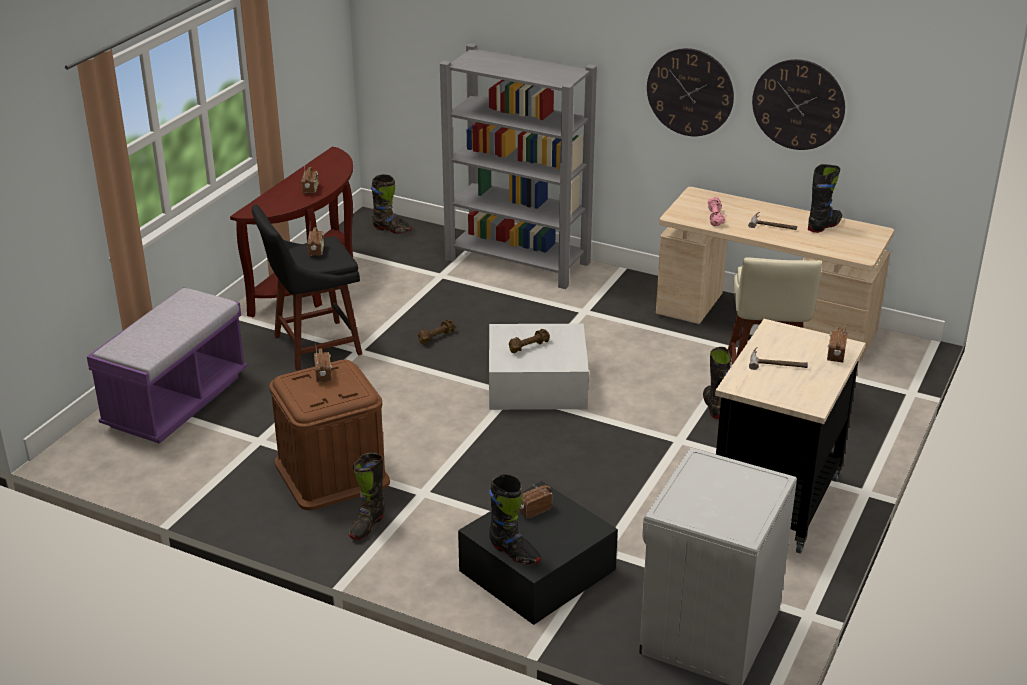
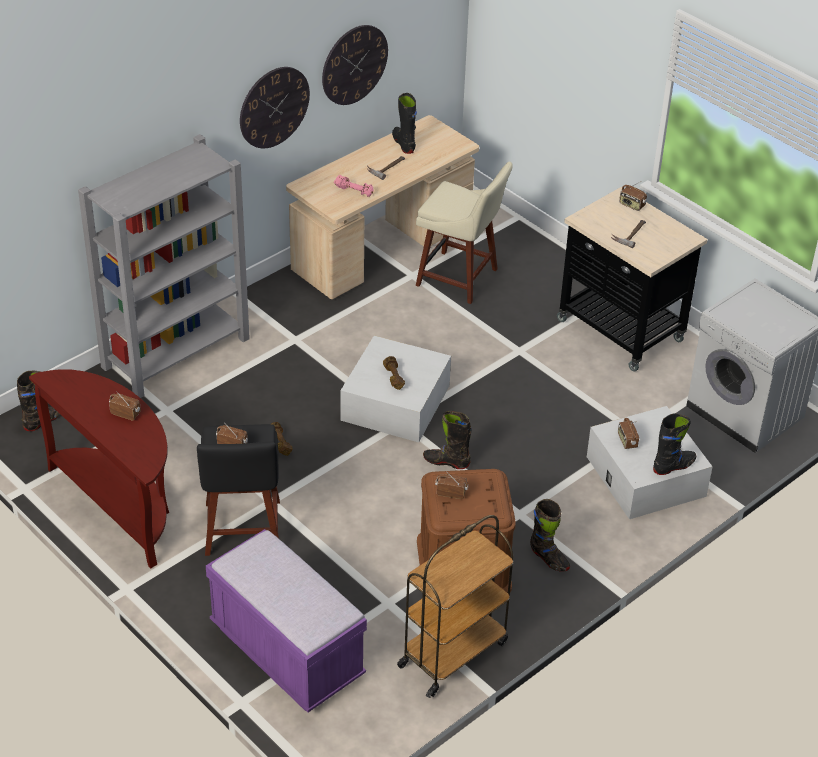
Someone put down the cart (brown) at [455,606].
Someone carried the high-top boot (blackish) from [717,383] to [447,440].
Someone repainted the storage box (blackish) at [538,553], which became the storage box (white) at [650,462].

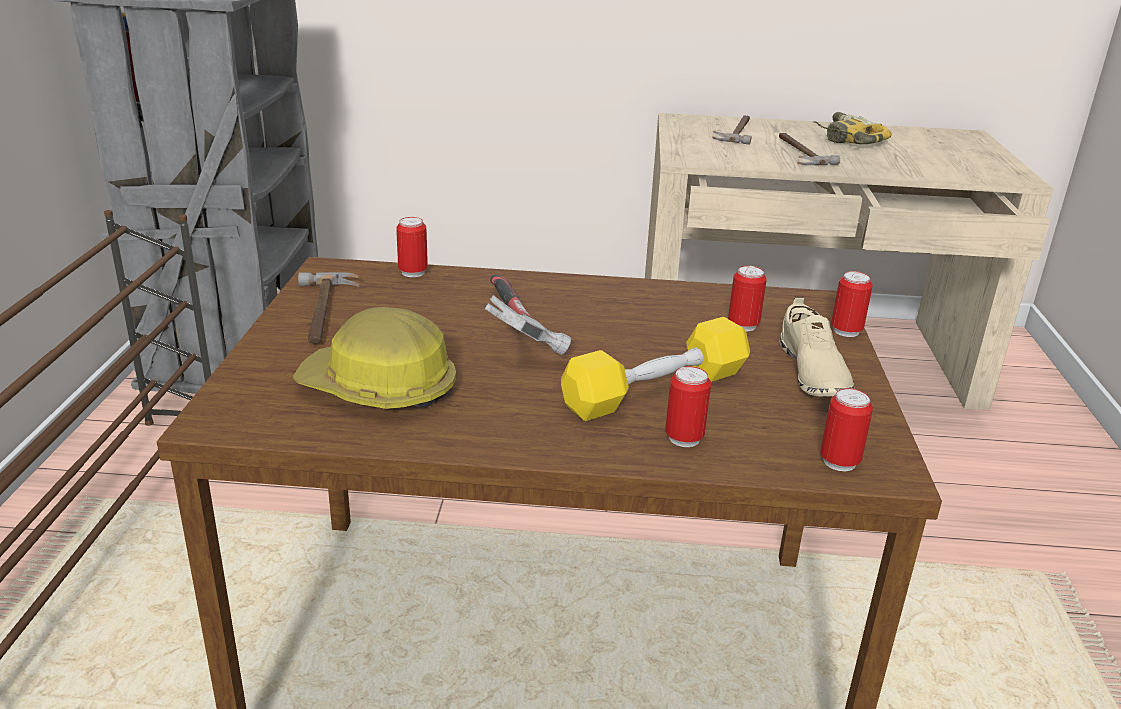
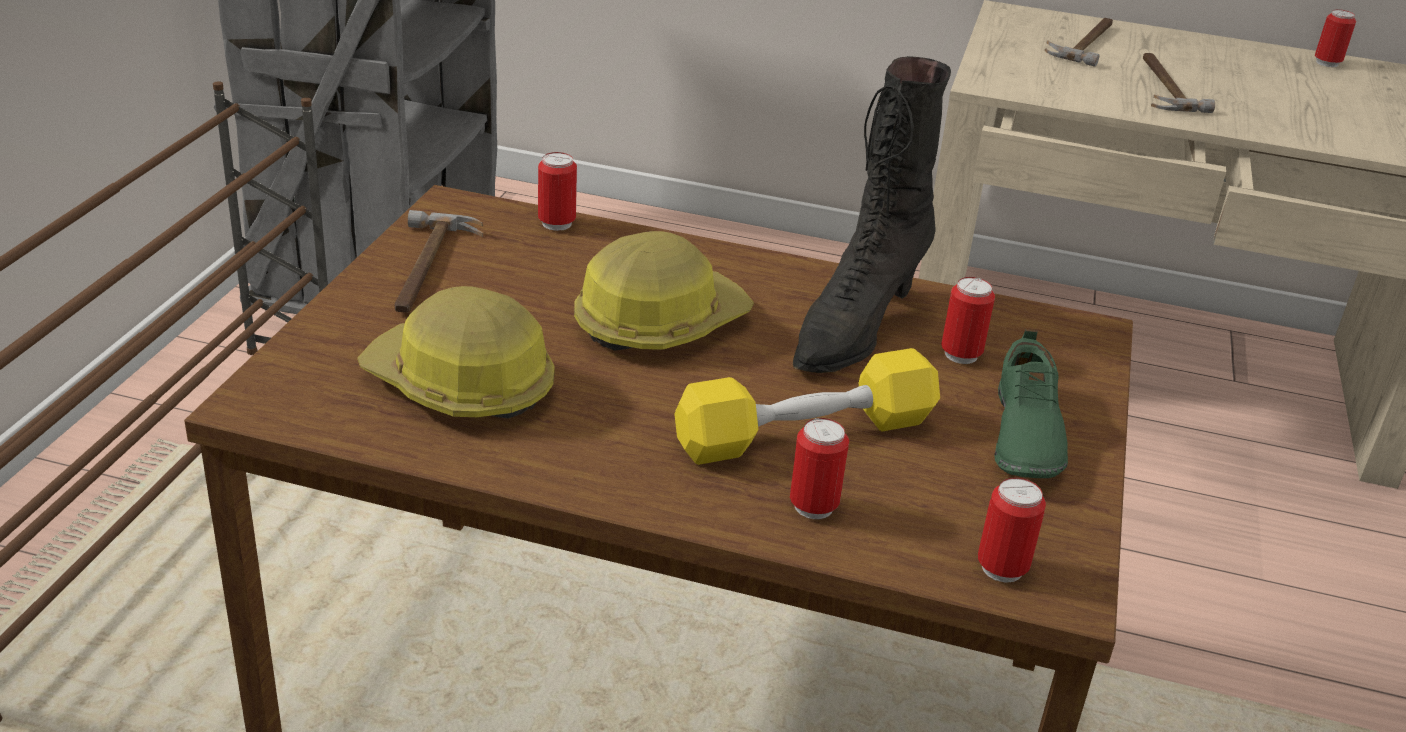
Someone took away the drill at [852,128].
Someone put down the high-top boot (blackish) at [872,214].
Someone carried the sealed can from [852,304] to [1335,38].
Someone swapped the hammer at [528,314] for the safety helmet at [664,291].
Someone repainted the shoe (beige-coloured) at [817,346], which became the shoe (green-coloured) at [1031,403].

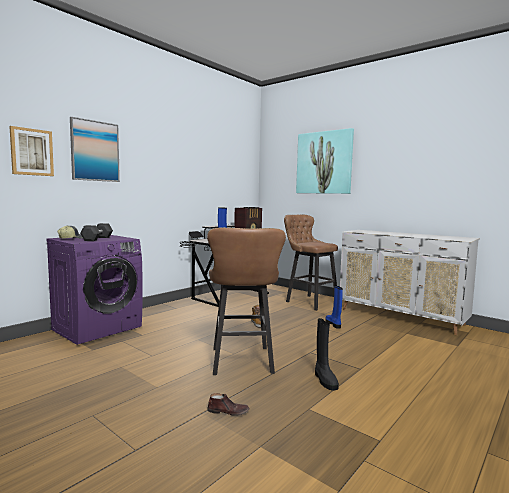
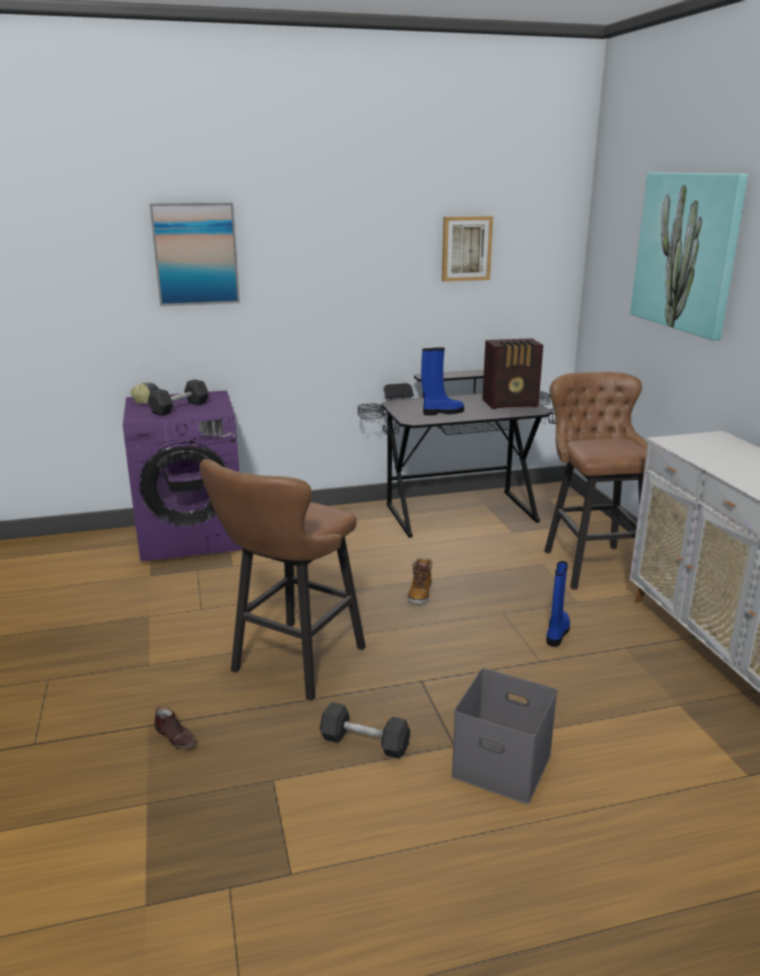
Someone put down the storage box (grey) at [504,736].
Someone carried the wall picture from [31,151] to [467,249].
Someone swapped the high-top boot (blackish) at [327,354] for the hand weight (grey) at [365,730].

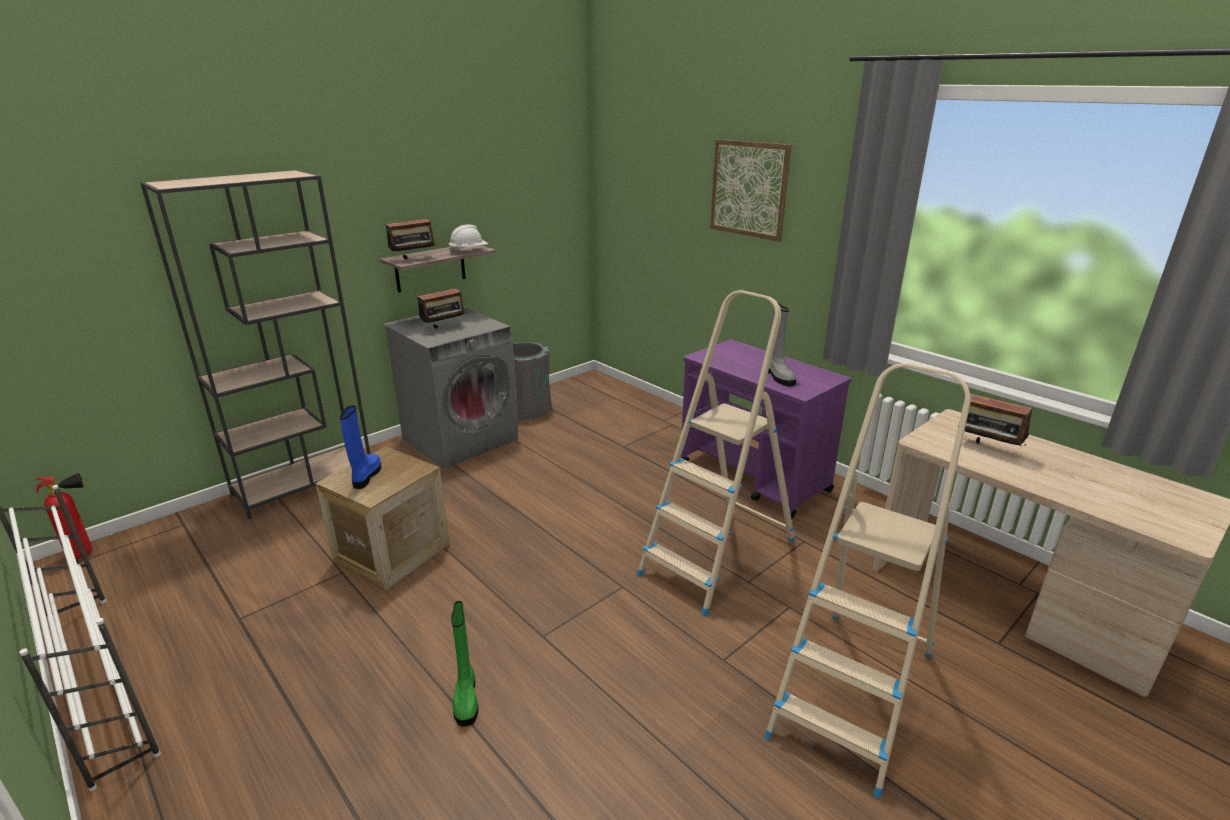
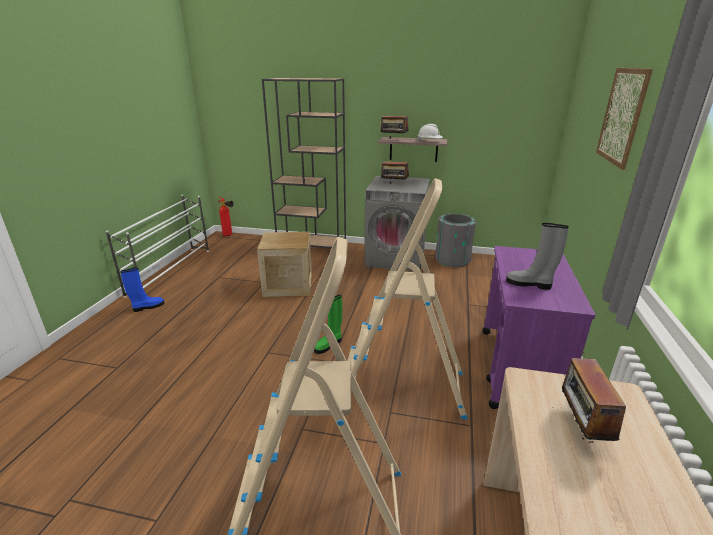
Someone carried the high-top boot (blue-coloured) from [360,447] to [142,289].
Someone carried the high-top boot (green-coloured) from [464,664] to [328,324].
Someone rotated the high-top boot (grey) at [782,344] by 75 degrees clockwise.

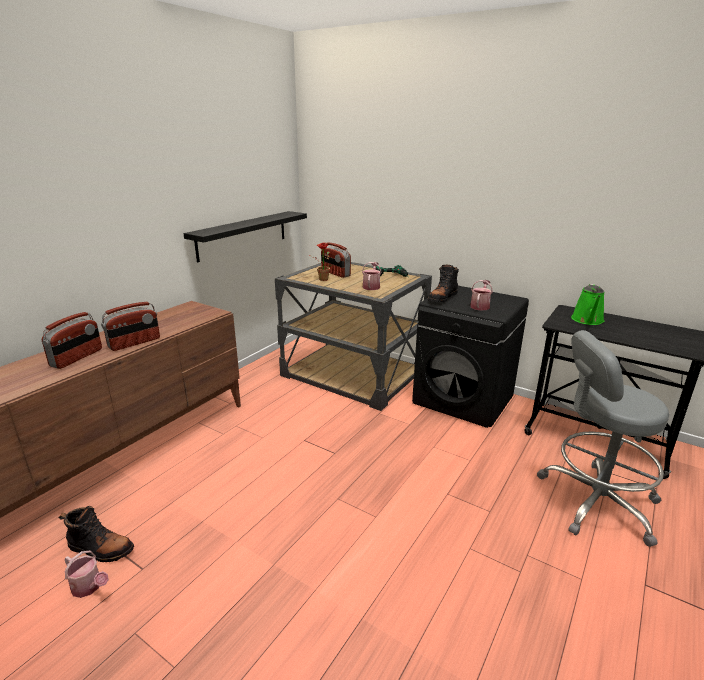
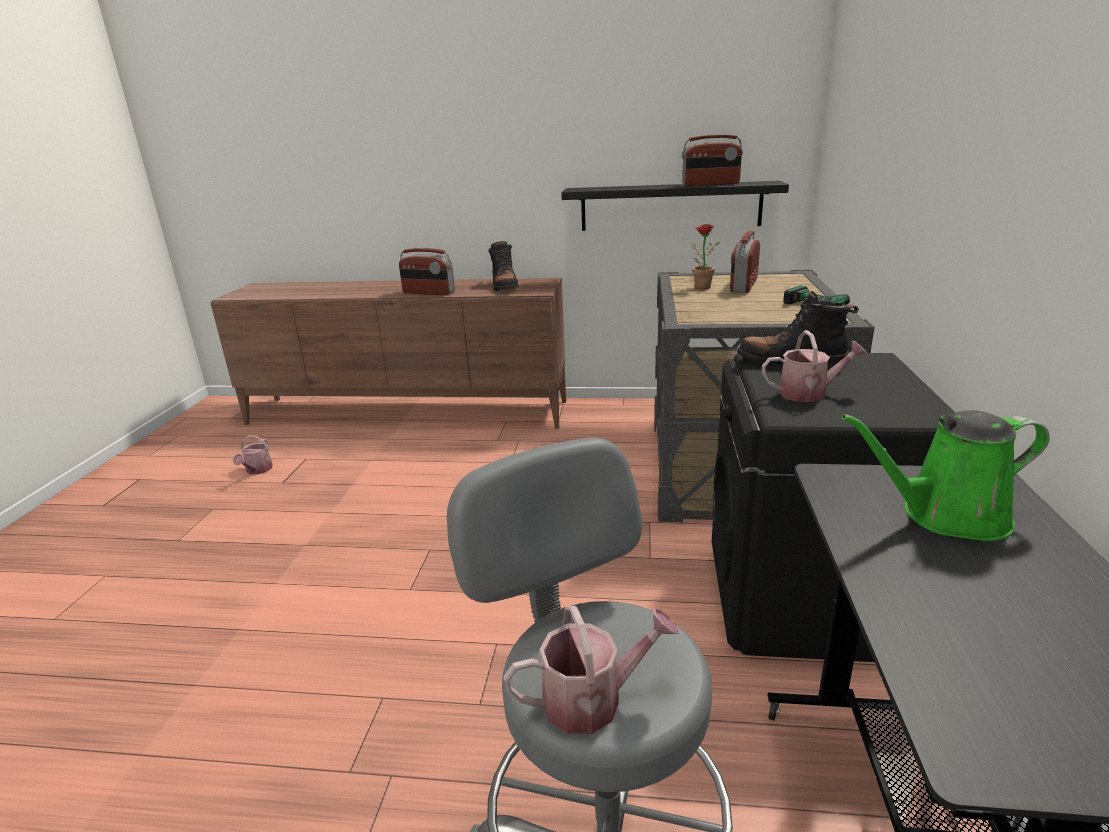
Someone carried the radio receiver from [72,340] to [712,160].
Someone carried the high-top boot (blackish) from [96,534] to [503,266].
Someone carried the watering can from [372,276] to [591,670].

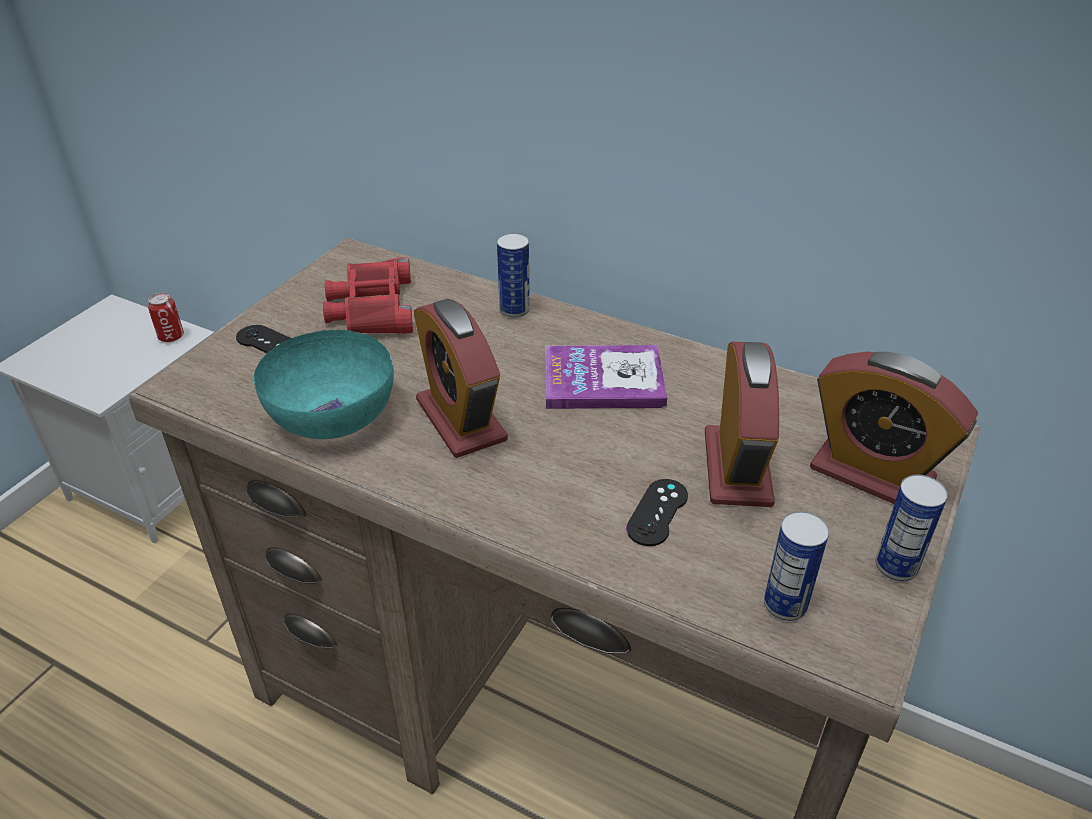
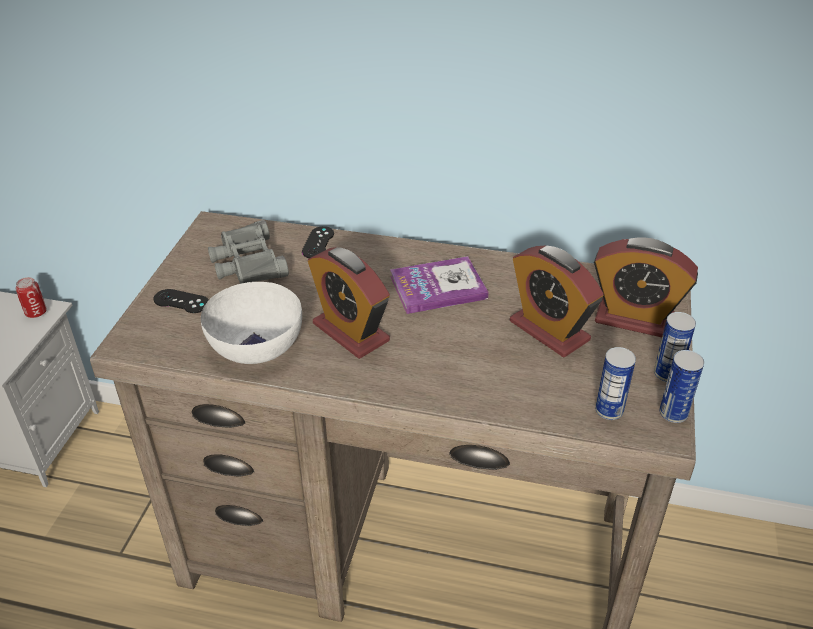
Someone carried the sealed can from [513,275] to [682,386].
Someone carried the game controller (blackish) from [657,512] to [318,242].
Someone repainted the deep dish (turquoise-coloured) at [324,384], which became the deep dish (white) at [251,323].
Someone repainted the pair of binoculars (red-coloured) at [368,295], which became the pair of binoculars (grey) at [248,252].
Someone rotated the bedside clock at [742,424] by 150 degrees clockwise.

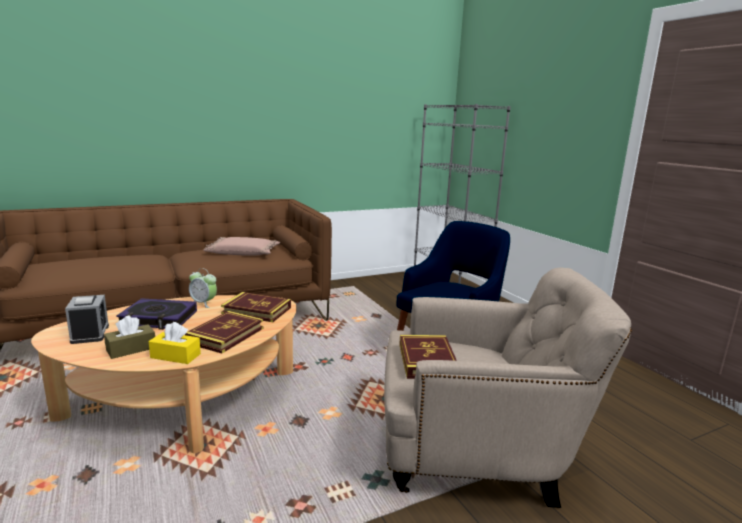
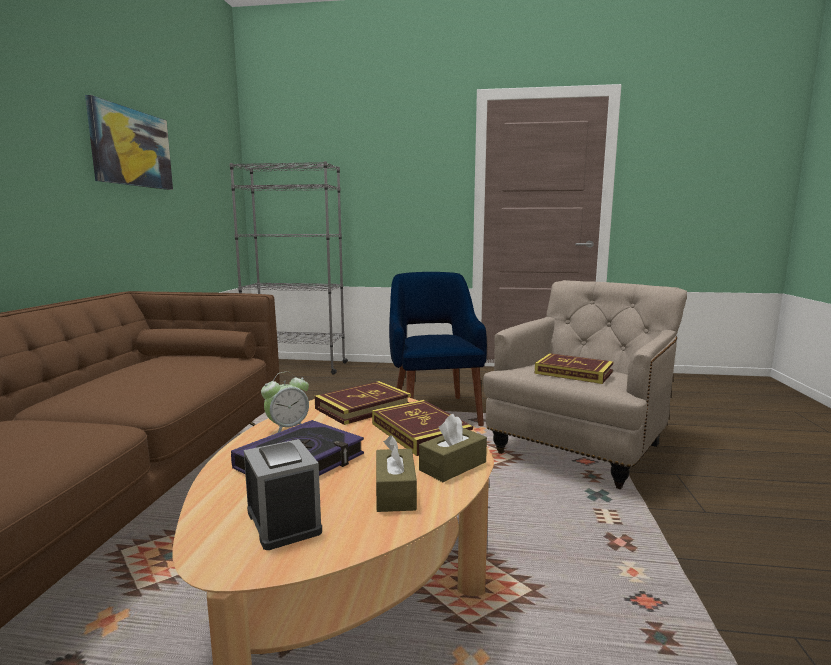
Someone took away the pillow (beige-coloured) at [242,246].
Someone put up the wall picture at [129,142].
Someone repainted the box of tissues (yellow-coloured) at [175,343], which became the box of tissues (brown) at [453,448].
Someone rotated the bedside clock at [87,319] by 45 degrees clockwise.

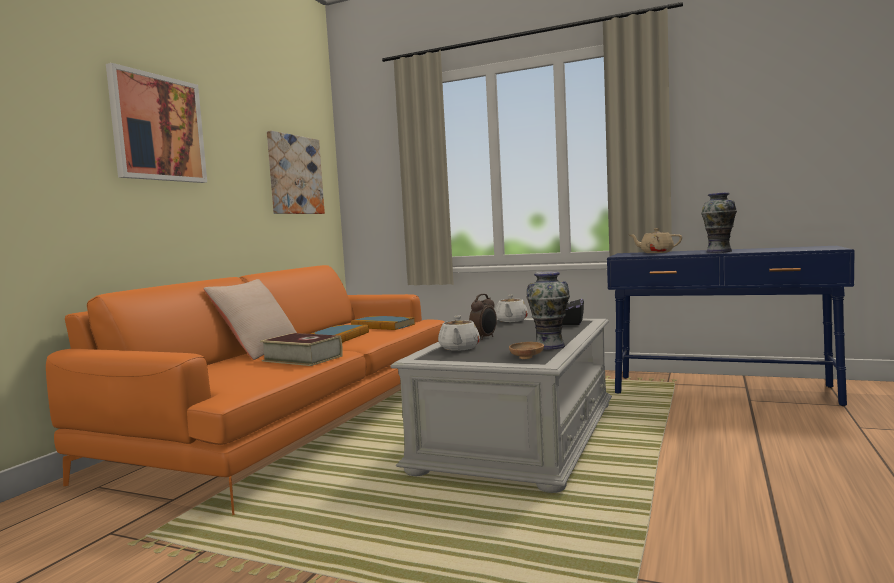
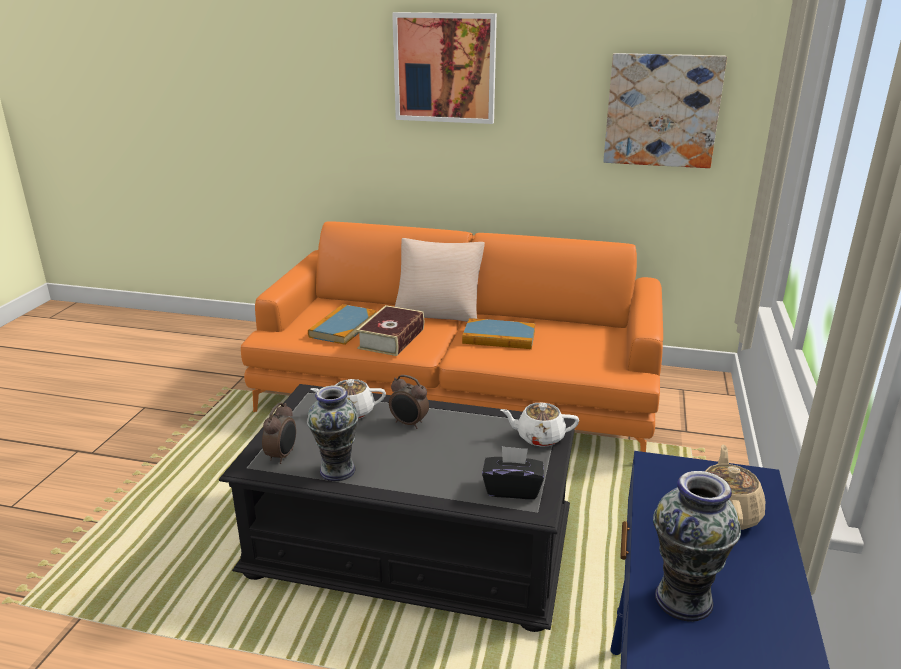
Someone carried the book from [383,323] to [342,324].
Someone swapped the deep dish (brown) at [526,350] for the bedside clock at [279,433].
Someone repainted the coffee table (white) at [501,405], which became the coffee table (blackish) at [397,508].

